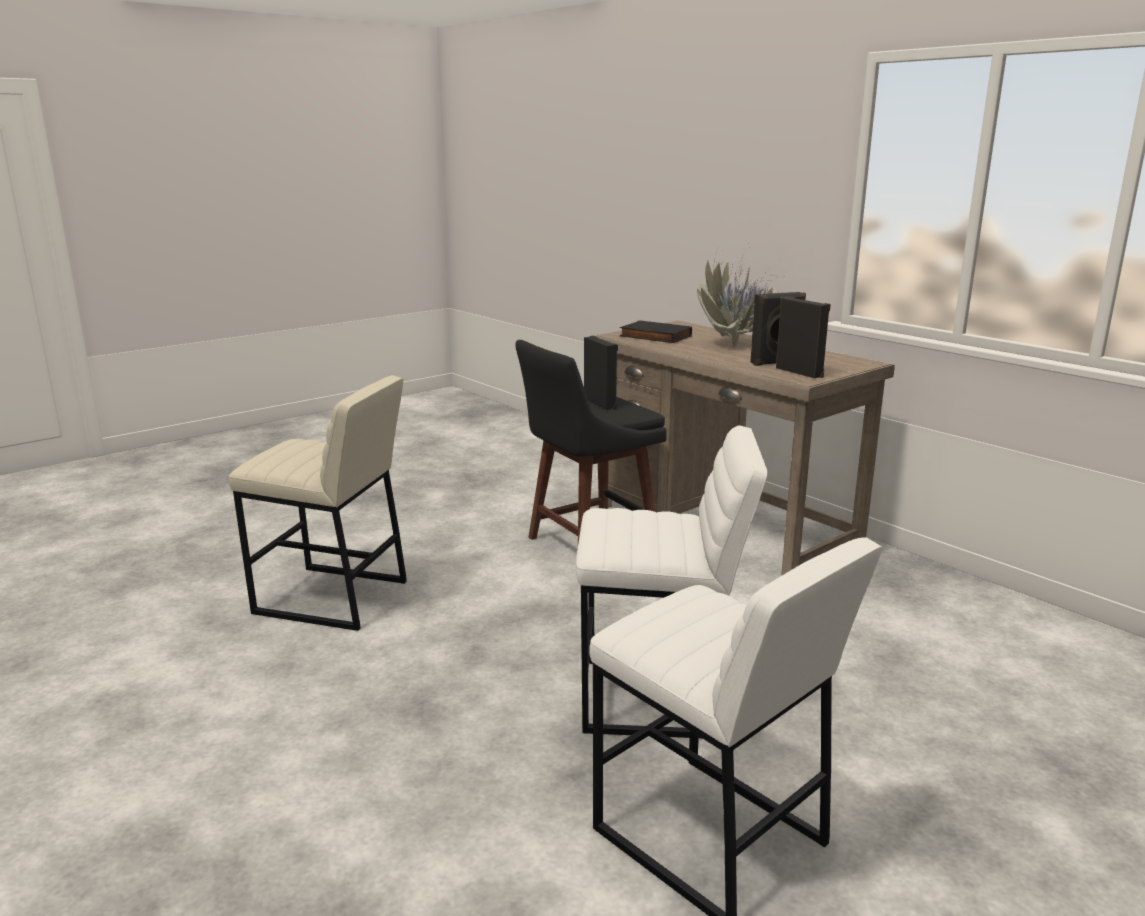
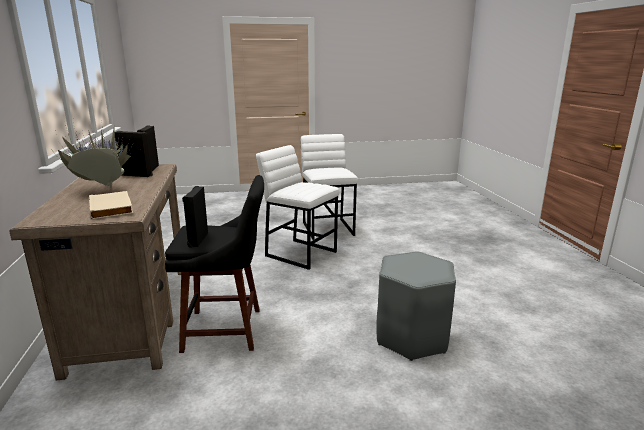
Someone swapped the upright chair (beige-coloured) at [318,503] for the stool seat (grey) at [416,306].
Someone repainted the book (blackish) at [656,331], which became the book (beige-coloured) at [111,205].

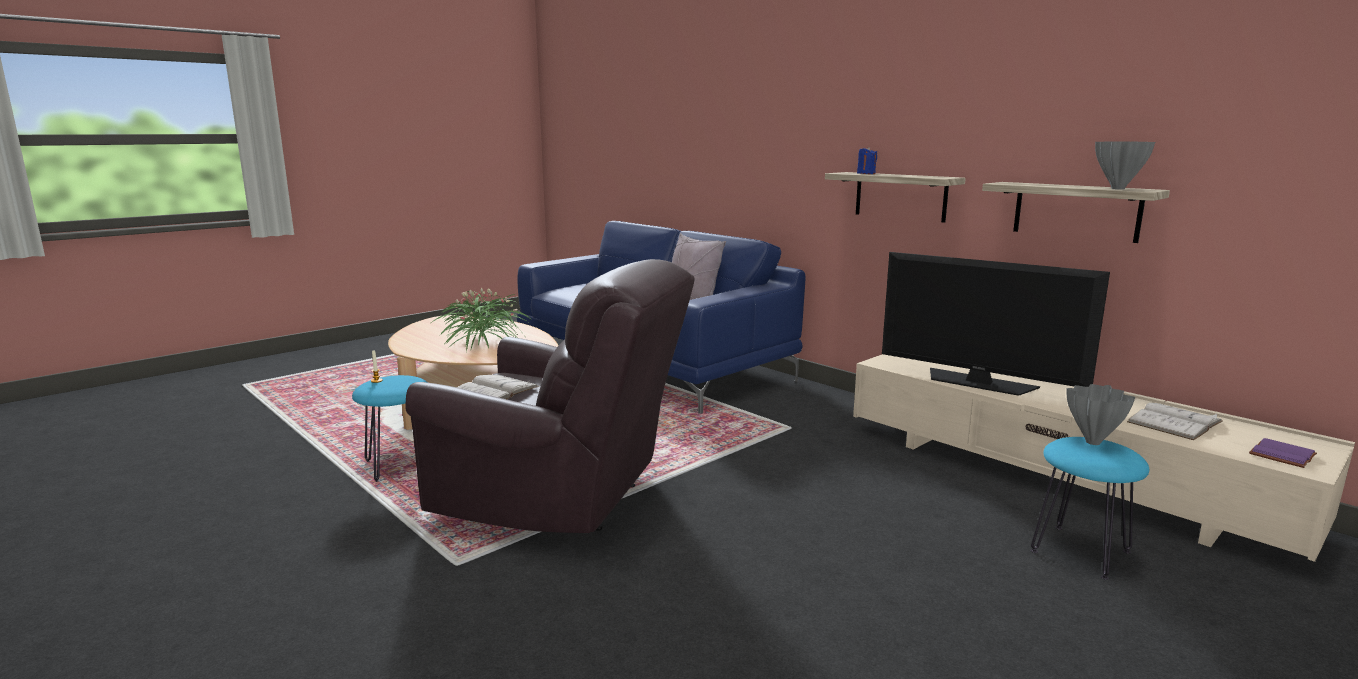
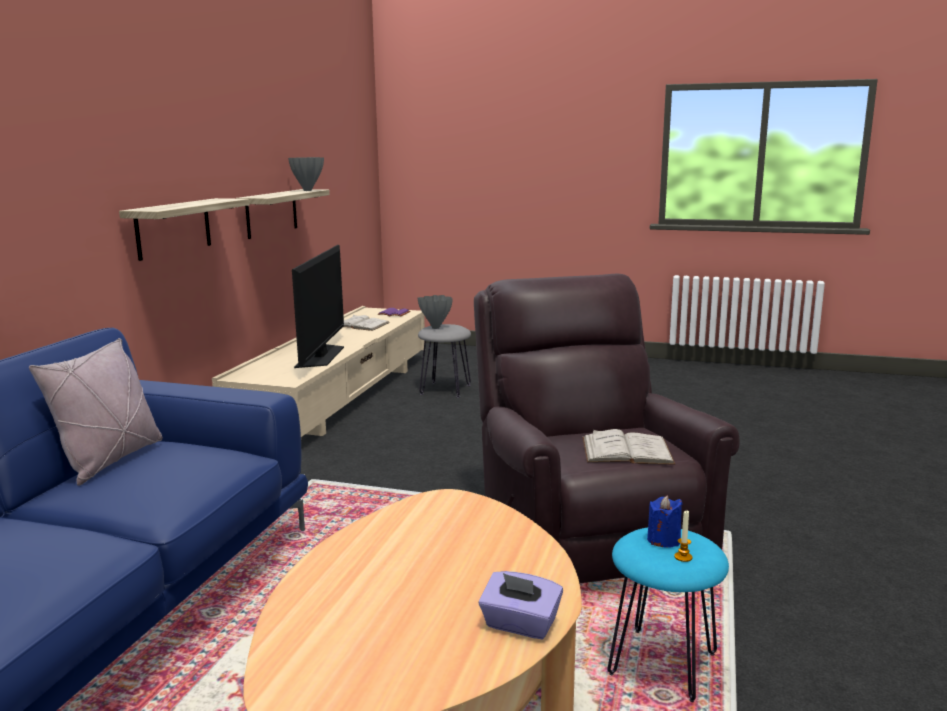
Someone took away the potted plant at [482,320].
Someone put down the box of tissues (purple-coloured) at [521,605].
Someone carried the wax light (blue-coloured) from [867,160] to [665,521].
Someone repainted the stool seat (turquoise-coloured) at [1089,508], which became the stool seat (grey) at [444,361].

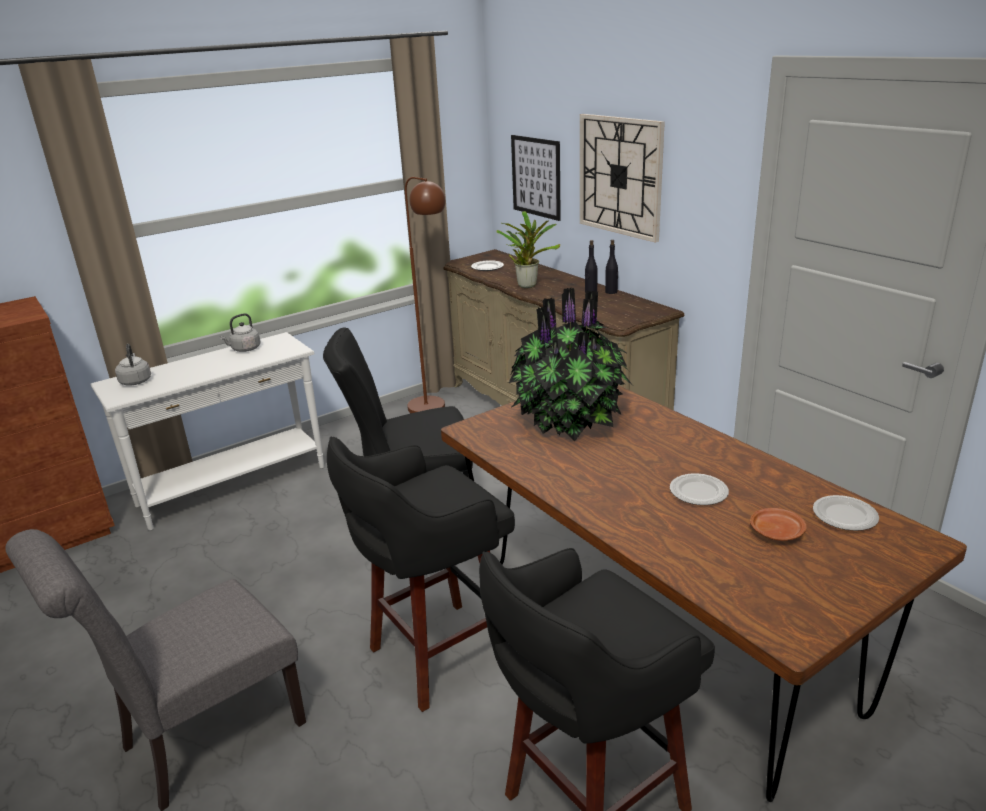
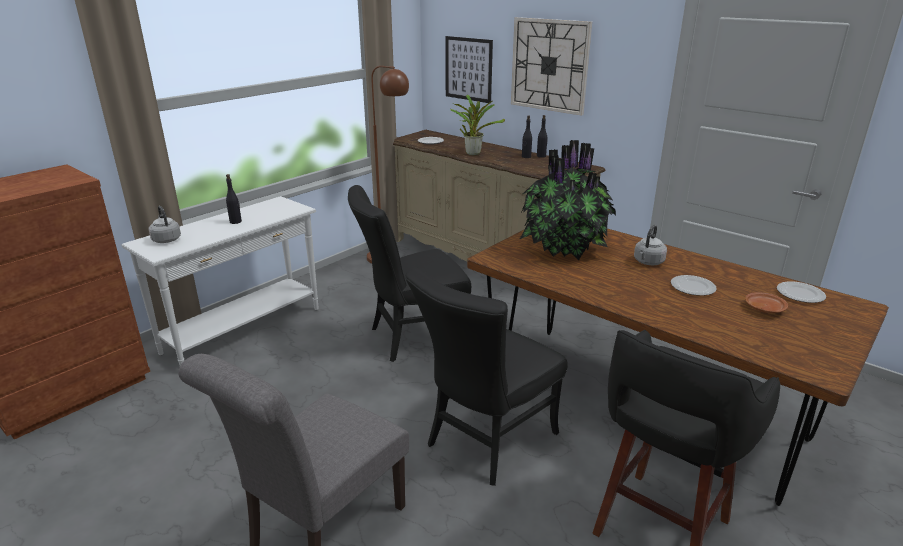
Someone put down the beverage bottle (blackish) at [234,199].
Someone carried the water kettle (grey) from [240,332] to [650,245].
Someone swapped the stool seat (blackish) at [421,574] for the upright chair (blackish) at [486,377].

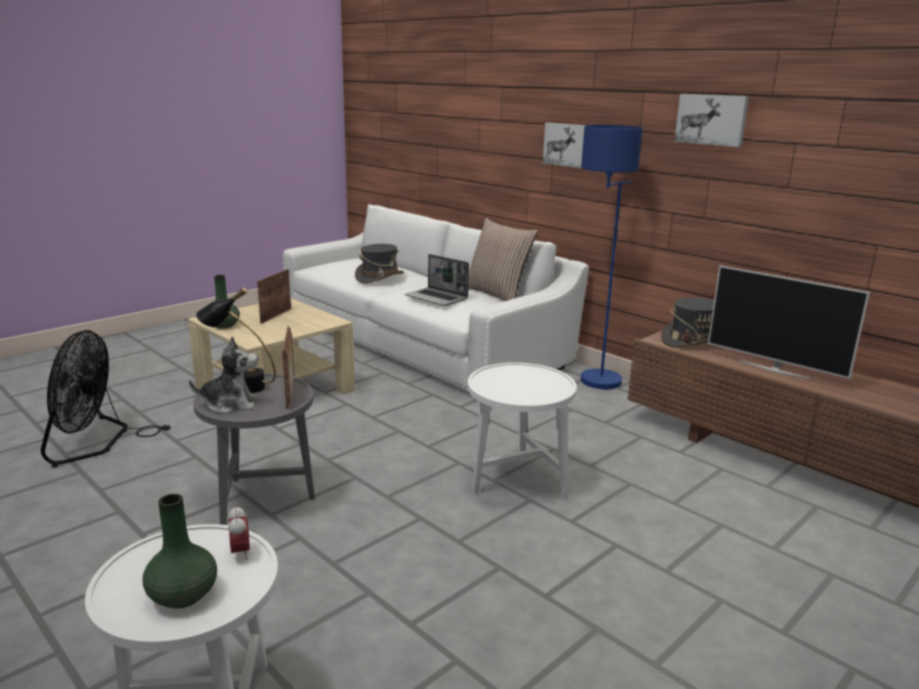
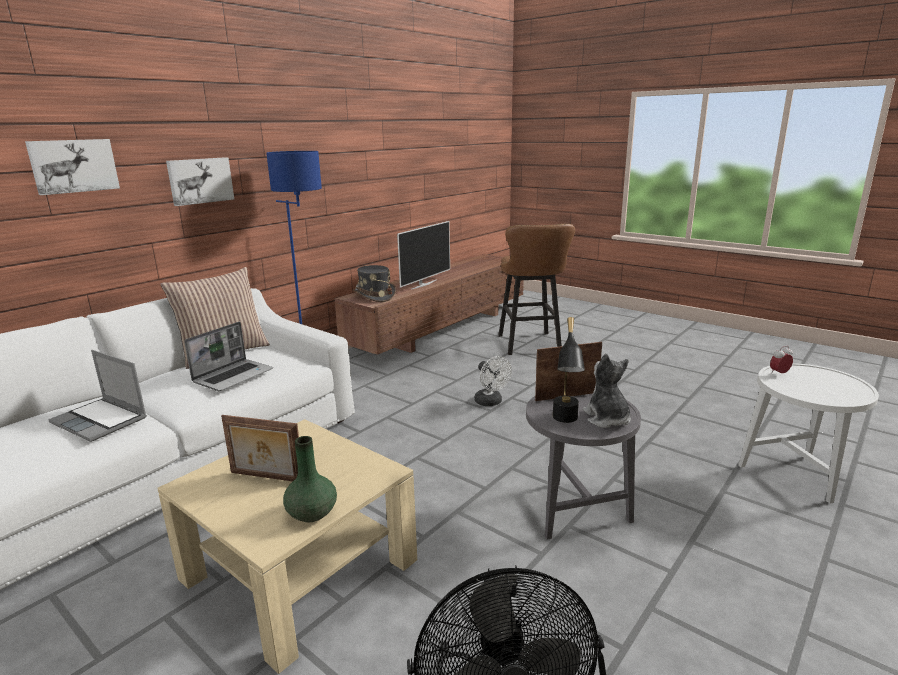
Someone took away the vase (green-coloured) at [180,551].
Someone put down the stool seat (brown) at [536,289].
Someone carried the wall picture from [711,120] to [72,167].
Someone swapped the wearable hat (grey) at [379,263] for the notebook computer at [97,396].
Someone swapped the accent table (white) at [522,431] for the electric fan (white) at [493,381].

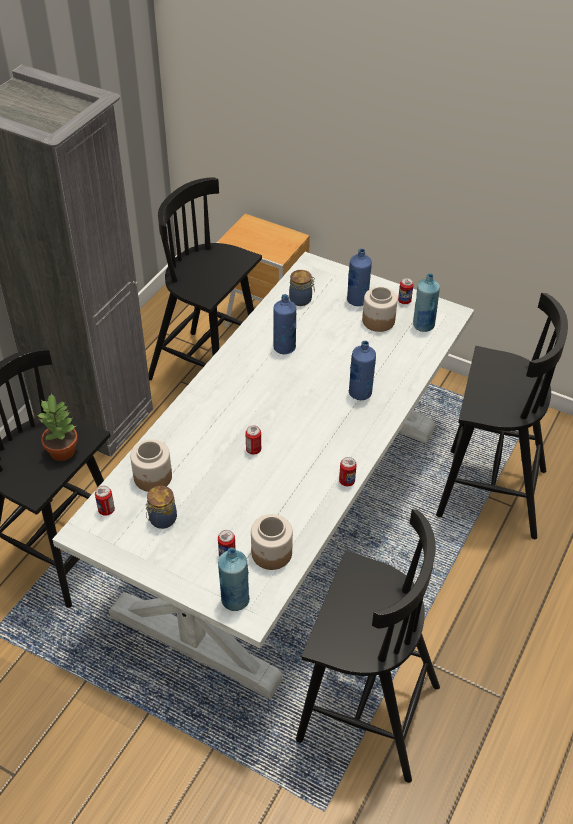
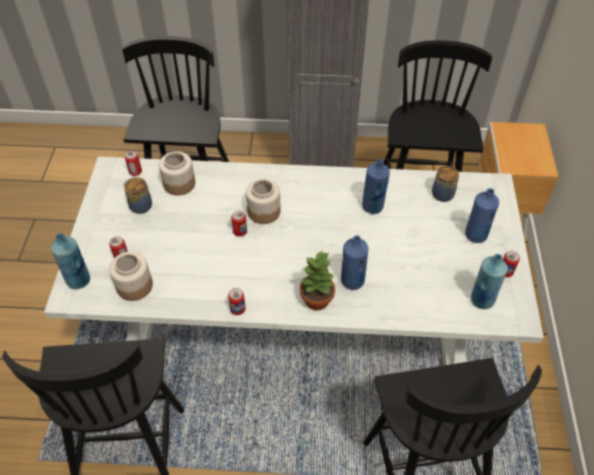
Someone carried the potted plant from [57,427] to [317,280].
Someone carried the jar from [380,309] to [263,201].

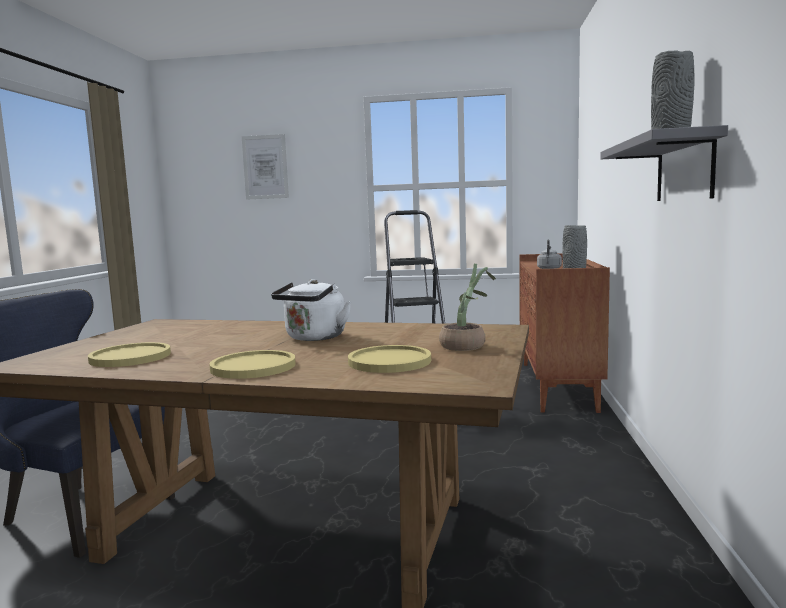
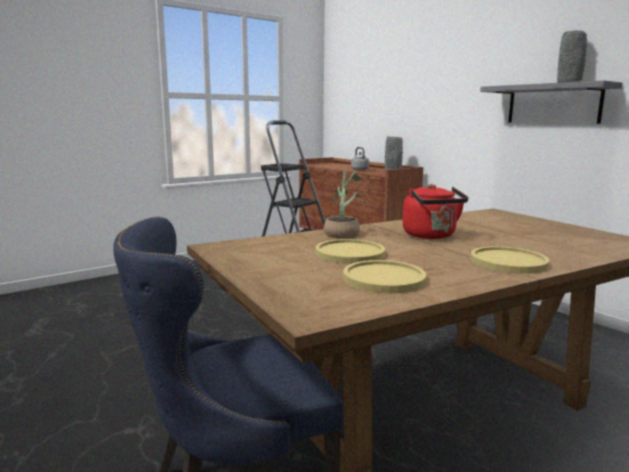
Someone took away the wall picture at [265,167].
Someone carried the flat dish (yellow-coloured) from [389,359] to [350,251].
Someone carried the potted plant from [467,307] to [343,204].
Someone repainted the water kettle (white) at [311,310], which became the water kettle (red-coloured) at [435,211].

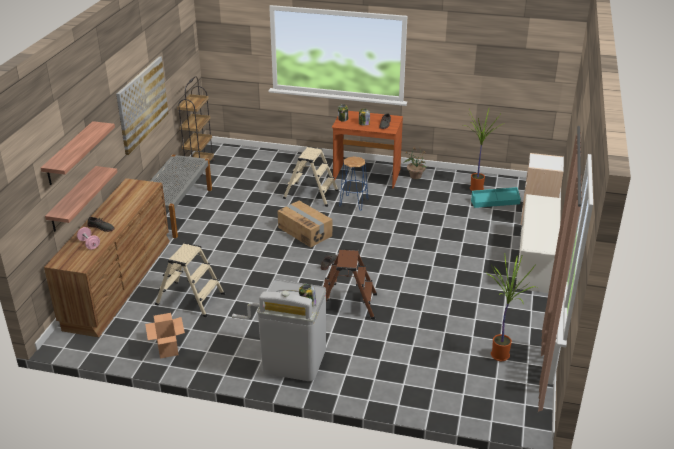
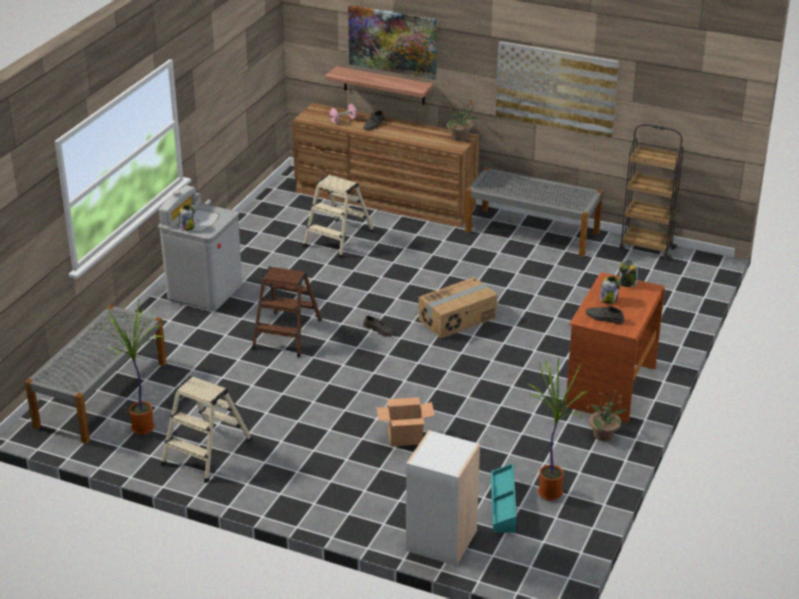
Someone took away the stool seat (blue-coloured) at [353,183].
Someone took away the shoe rack (white) at [538,243].
Someone put down the bench (grey) at [96,374].
Someone put down the potted plant at [461,120].
Someone carried the packing box from [165,336] to [406,422].
Someone carried the step ladder (beige-coloured) from [311,176] to [206,429].
Someone swapped the wall shelf at [78,153] for the wall picture at [392,42].

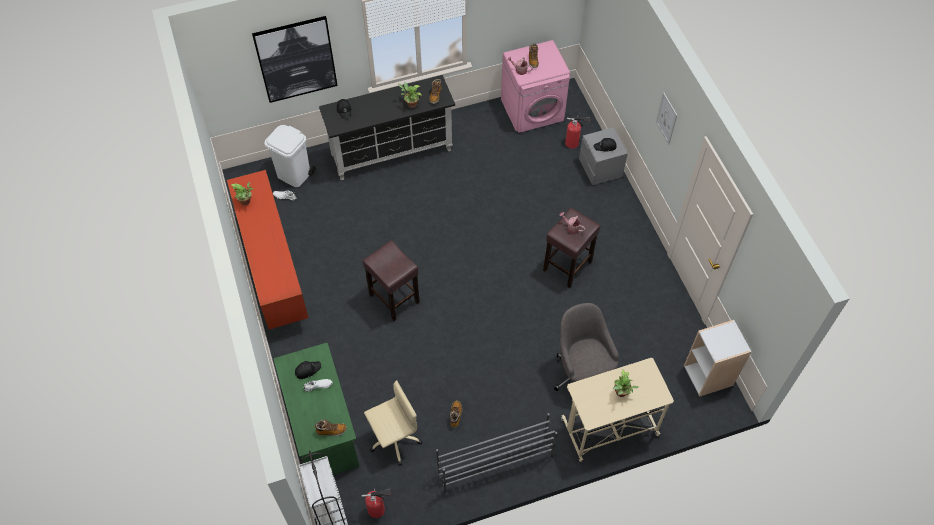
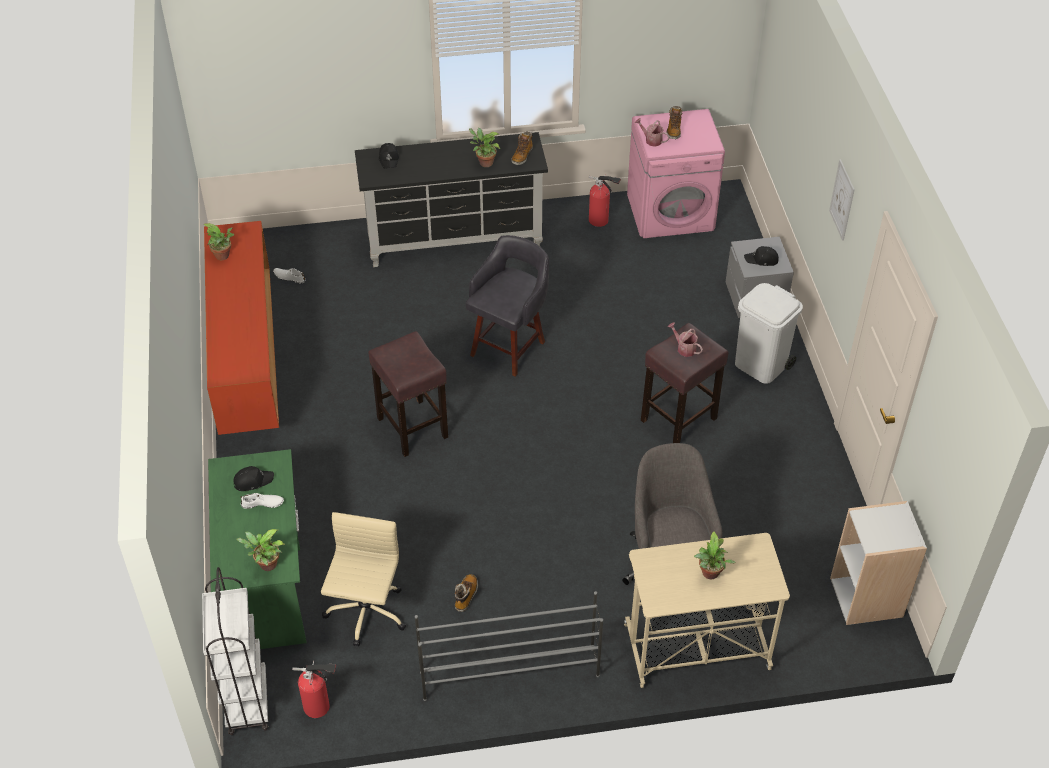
Someone took away the wall picture at [295,59].
Someone put down the stool seat (grey) at [507,306].
Someone carried the waste bin (white) from [290,156] to [769,333].
Someone carried the fire extinguisher from [577,133] to [605,201].
Someone swapped the high-top boot at [330,428] for the potted plant at [260,550].
Someone rotated the office chair (beige-coloured) at [393,422] by 60 degrees counterclockwise.

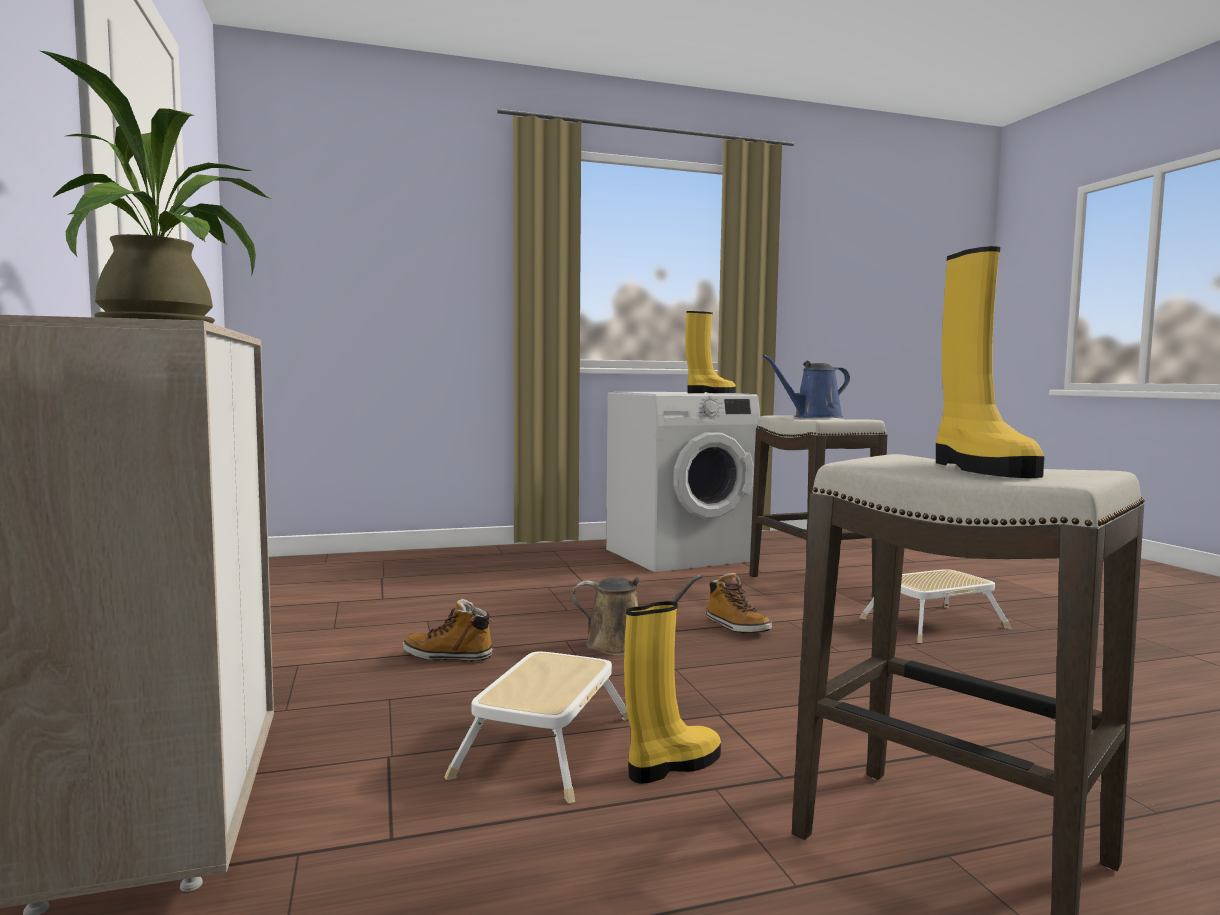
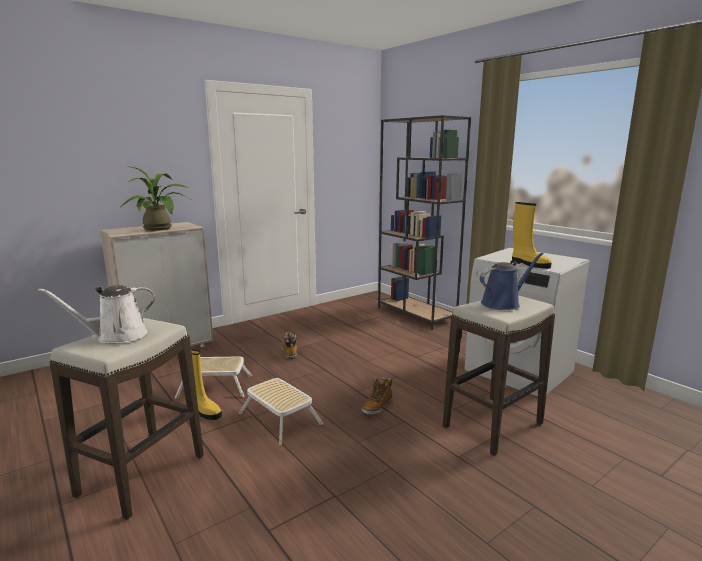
Someone took away the watering can (brown) at [637,615].
Someone put down the shelving unit at [424,222].
Someone carried the step ladder (beige-coloured) from [935,606] to [281,411].
Someone swapped the high-top boot (yellow-coloured) at [990,362] for the watering can (white) at [96,314].
Someone rotated the watering can (blue-coloured) at [806,386] by 105 degrees clockwise.

